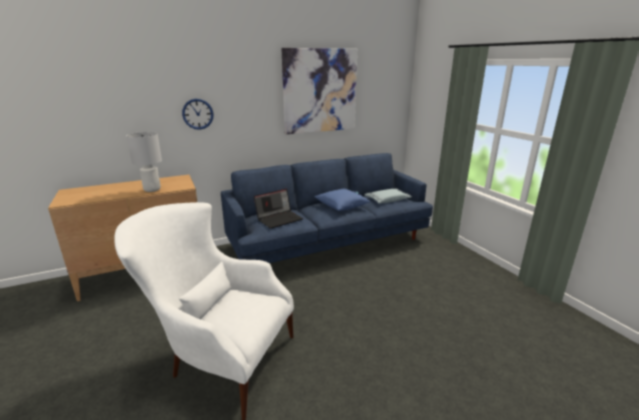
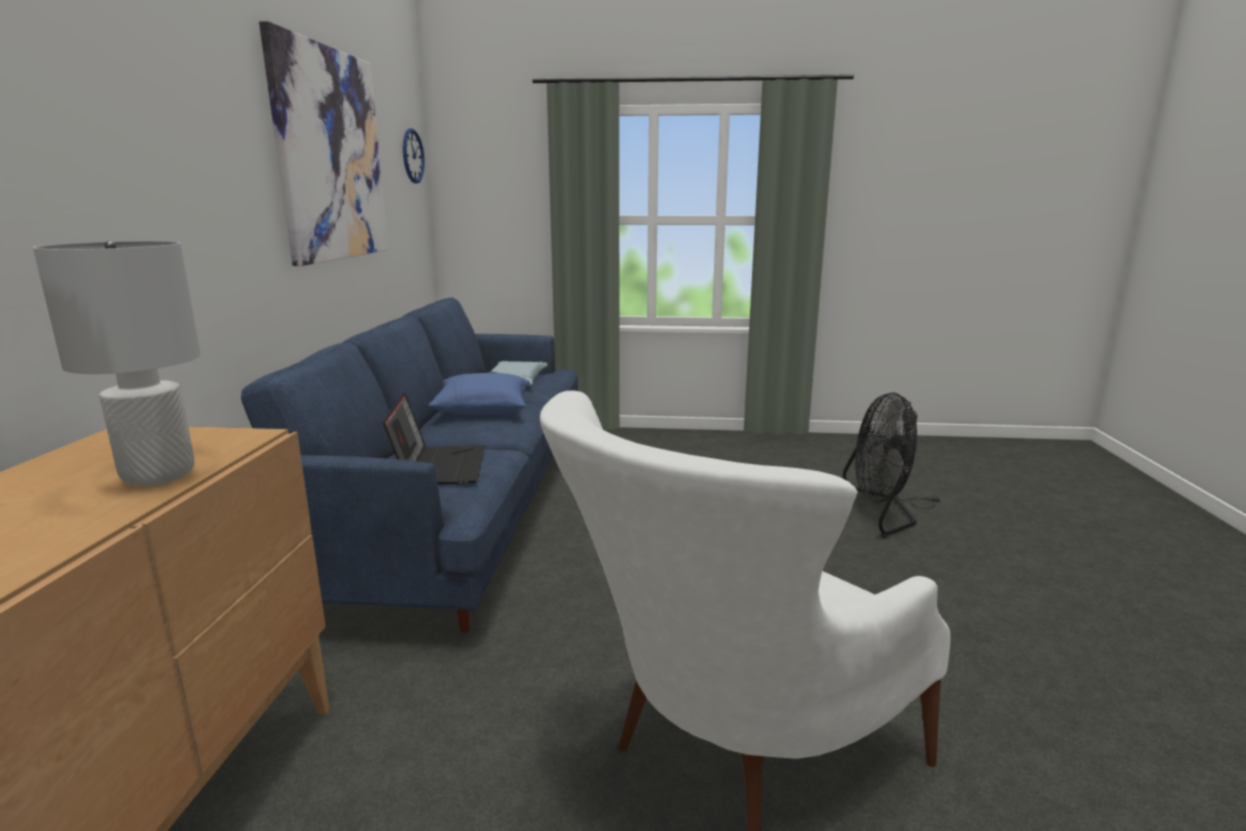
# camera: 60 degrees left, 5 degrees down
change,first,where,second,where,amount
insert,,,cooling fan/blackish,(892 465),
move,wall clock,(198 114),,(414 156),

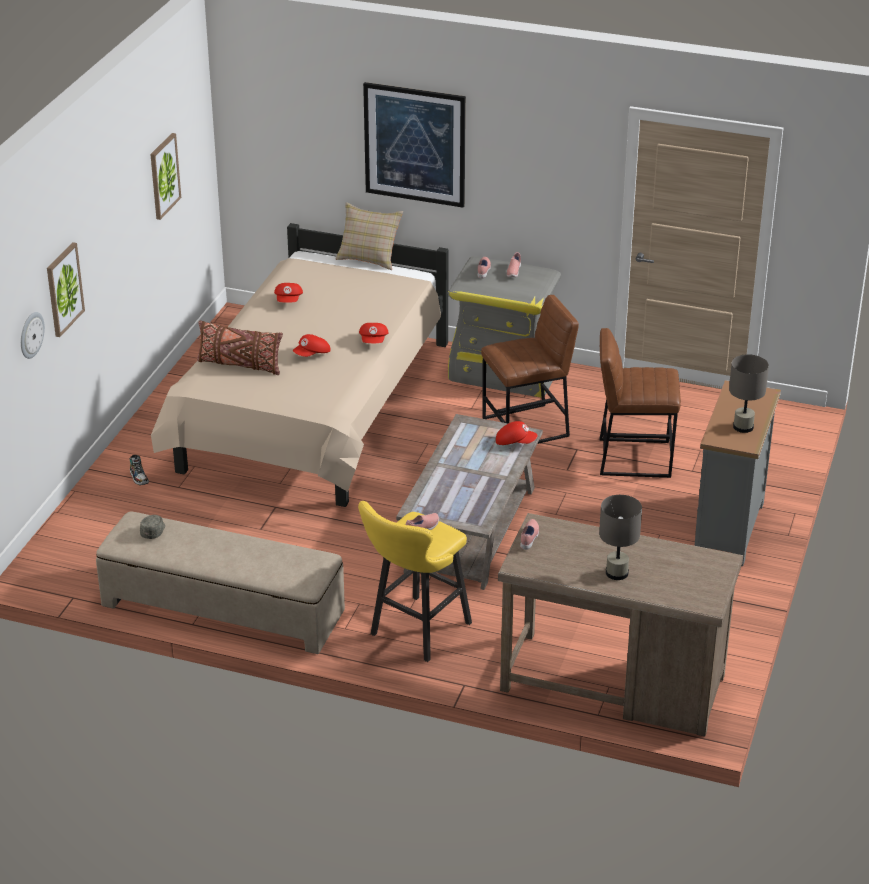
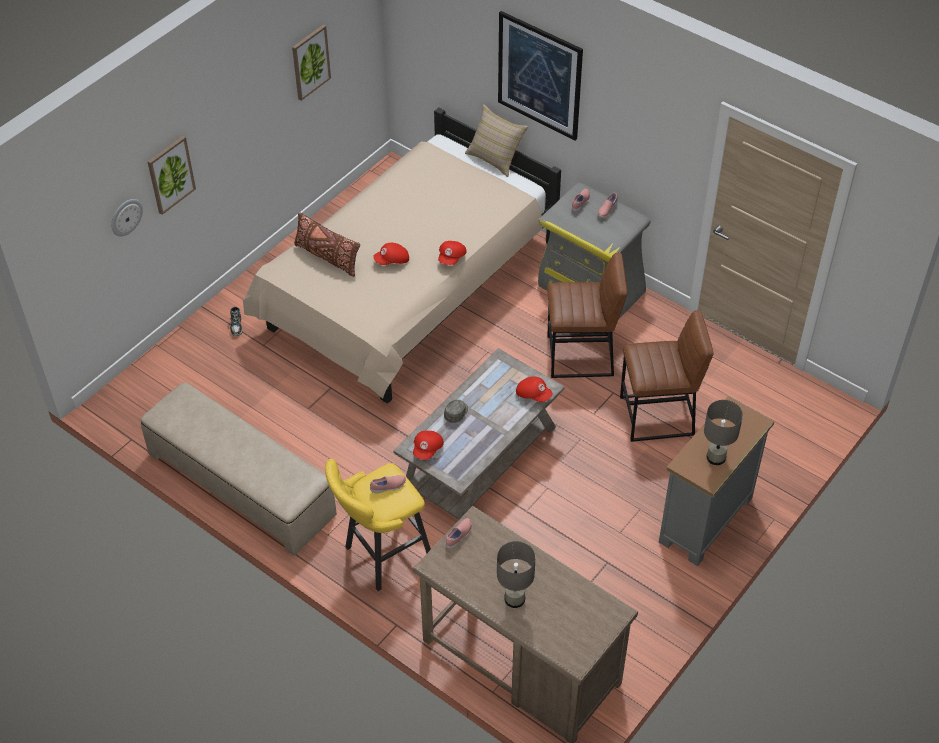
# camera: 20 degrees right, 15 degrees up
change,first,where,second,where,amount
move,cap/gray,(152 527),,(456 411),
move,cap/red,(288 293),,(428 445),
rotate,upright chair/brown,(640 403),,(667 376),150 degrees clockwise

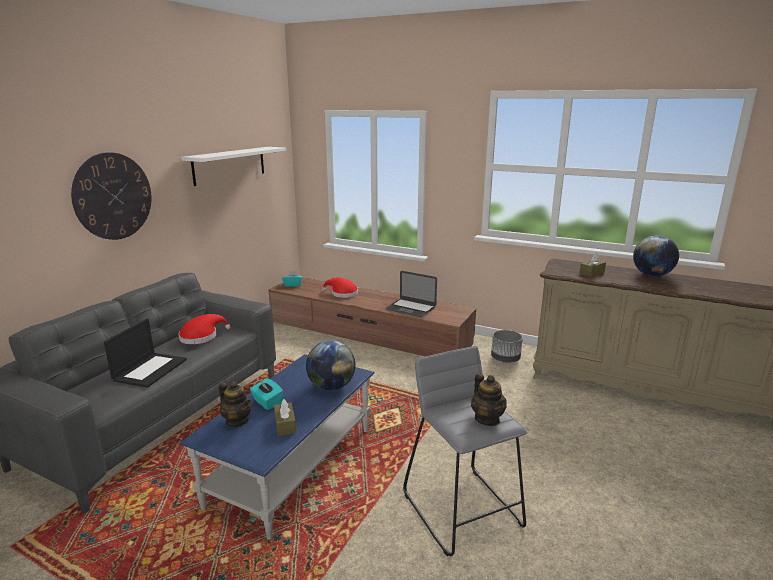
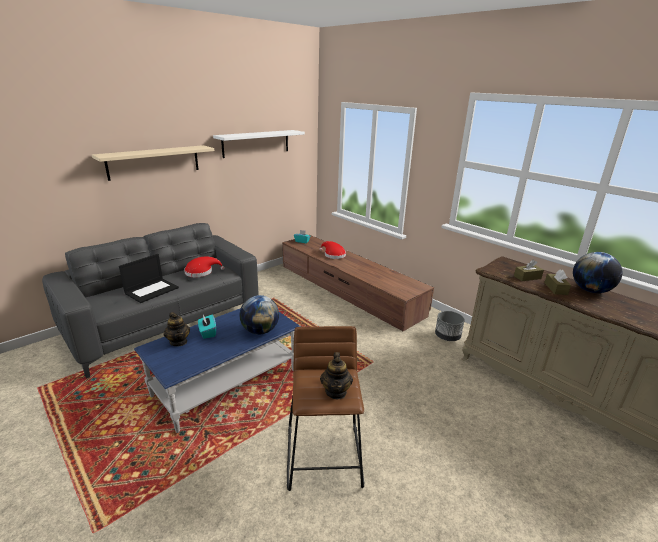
# camera: 20 degrees right, 5 degrees up
change,first,where,second,where,amount
delete,portable computer,(411 294),,,
move,tissue holder/brown,(285 417),,(557 282),
replace,wall clock,(111 196),wall shelf/sand-coloured,(153 163),
recolor,sitting stool/gray,(465 451),sitting stool/brown,(325 408),

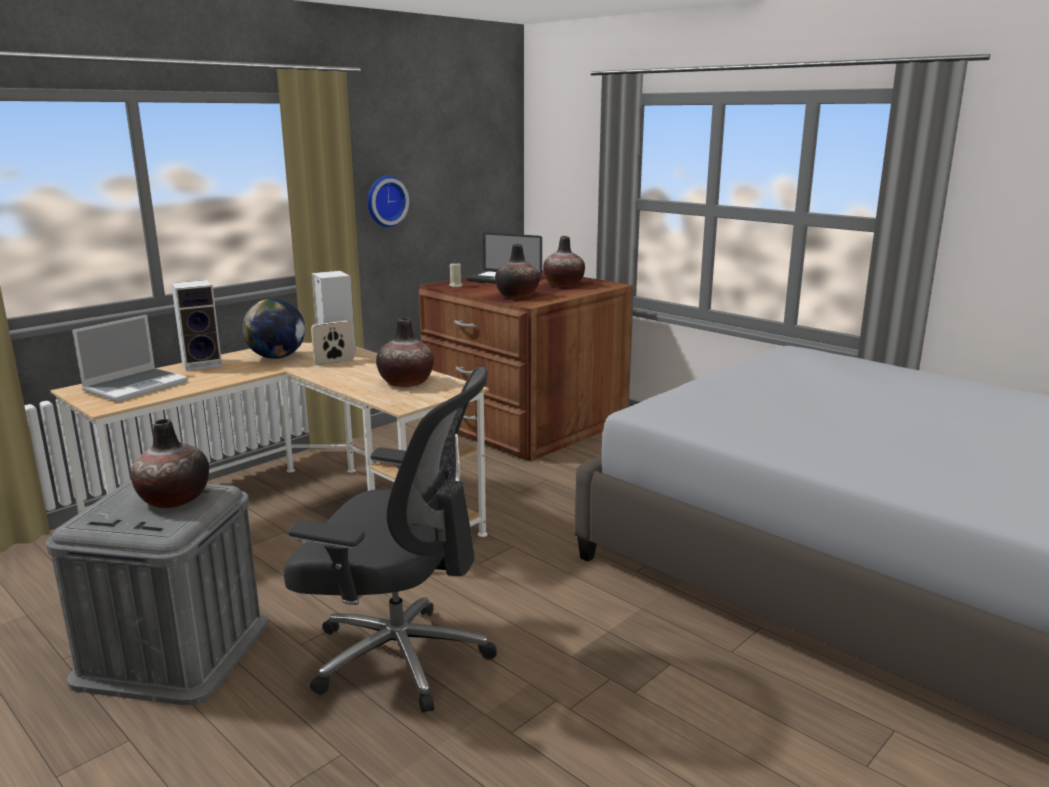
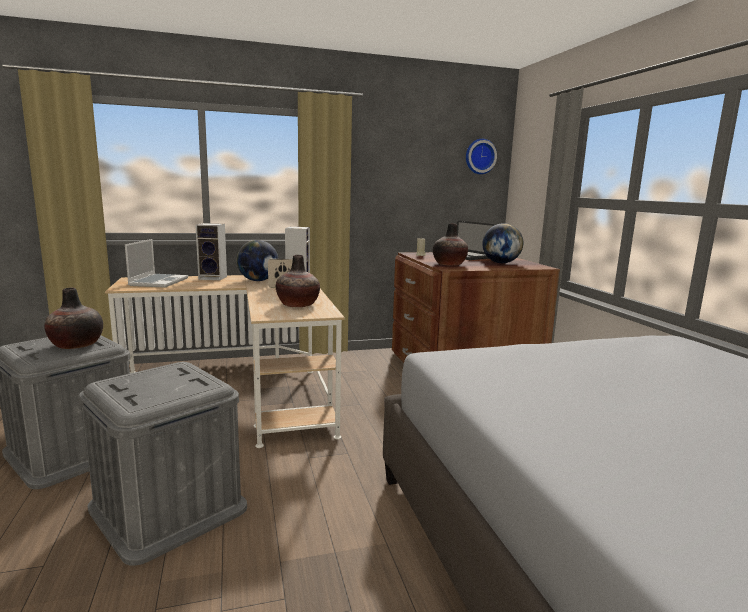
# camera: 30 degrees right, 5 degrees down
change,first,where,second,where,amount
move,wall clock,(388 201),,(481 156),
replace,computer chair,(390 539),storage container/gray,(162 464),
replace,decorative vase,(564 261),globe,(502 243),
rotate,portable computer,(130 358),,(156 263),60 degrees counterclockwise

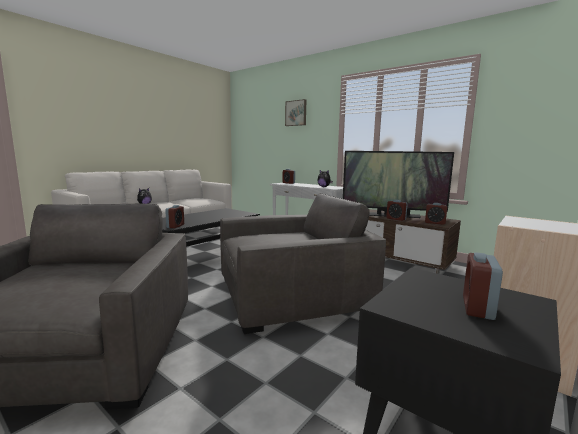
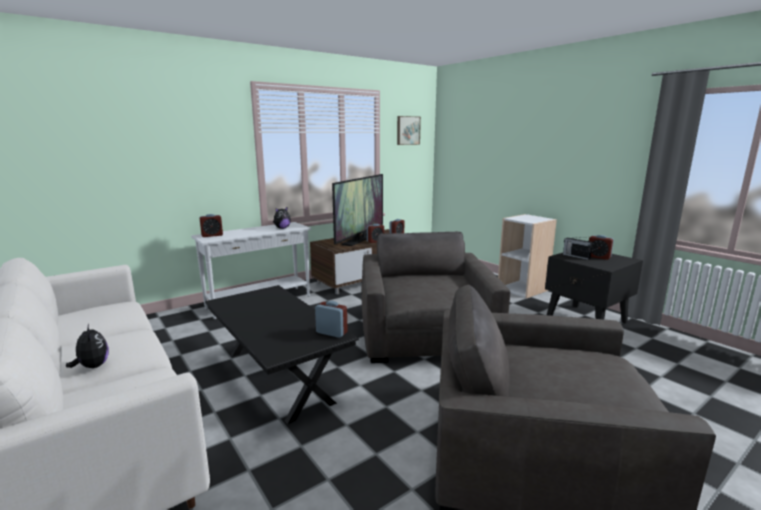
# camera: 75 degrees left, 5 degrees up
change,first,where,second,where,amount
insert,,,radio,(578 248),
move,wall picture,(295 112),,(409 130),

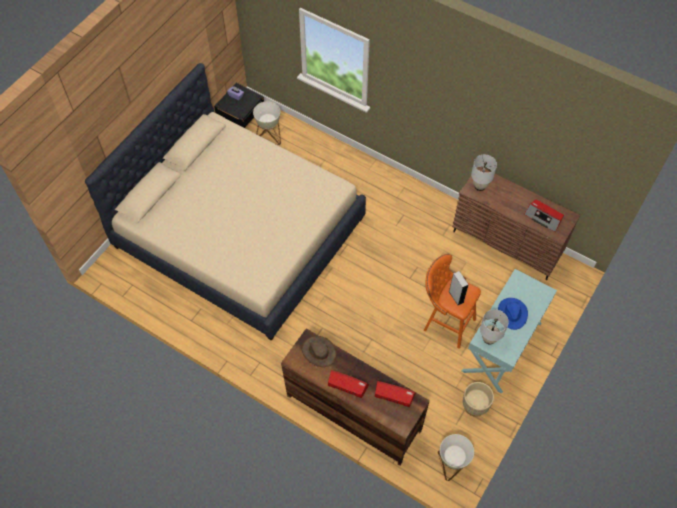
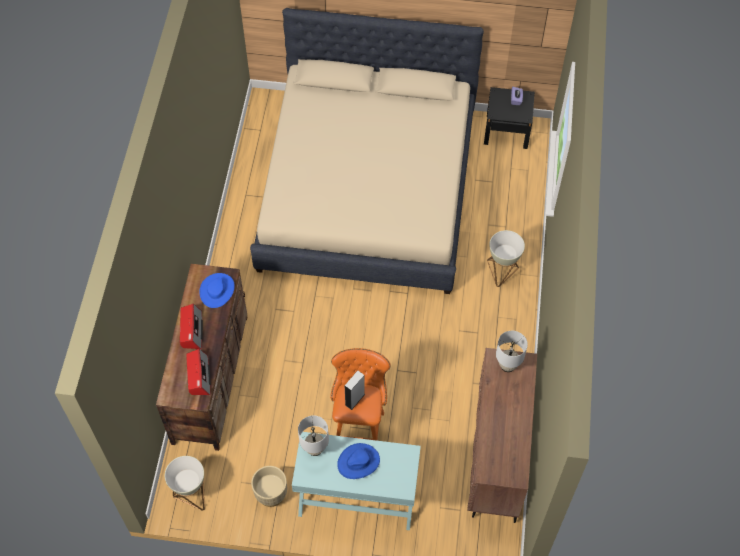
# camera: 65 degrees right, 0 degrees up
change,first,where,second,where,amount
delete,radio,(544 215),,,
move,planter,(267 123),,(506 258),
recolor,hat/brown,(319 351),hat/bluish,(217 290),

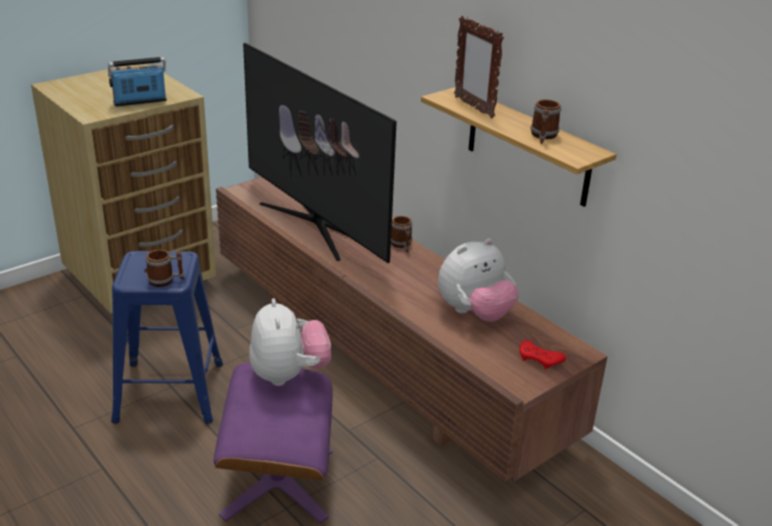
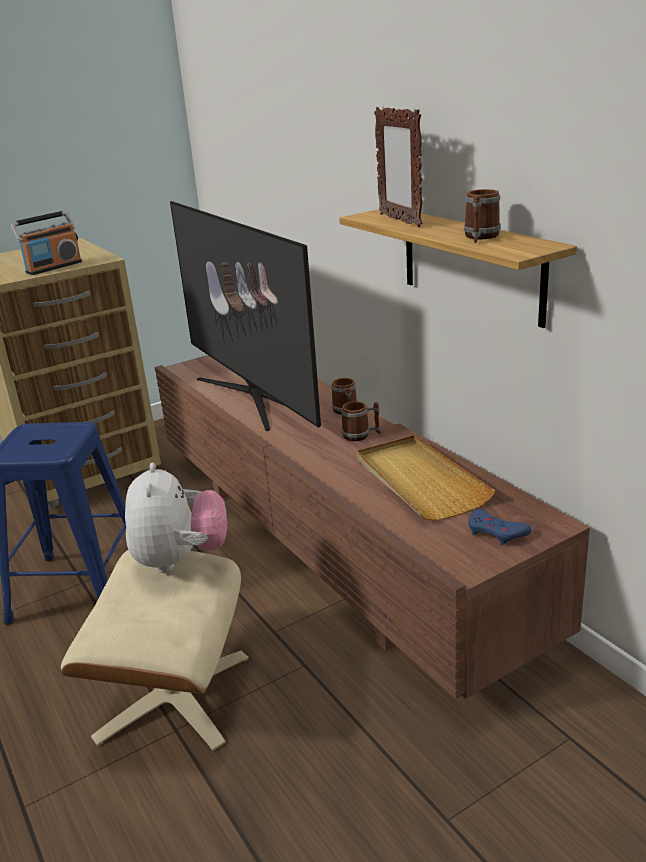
# camera: 10 degrees right, 5 degrees down
change,first,where,second,where,amount
move,tea mug,(165 268),,(361 421),
replace,cuddly toy,(478 280),serving tray/sand-coloured,(426 478),
recolor,pouffe/purple,(273 442),pouffe/sand-coloured,(155 650),
recolor,game controller/red,(542 355),game controller/bluish,(499 527),
rotate,radio,(137 82),,(46 242),150 degrees clockwise

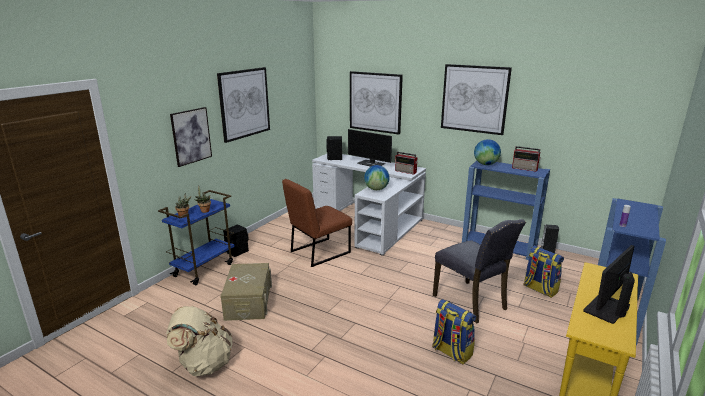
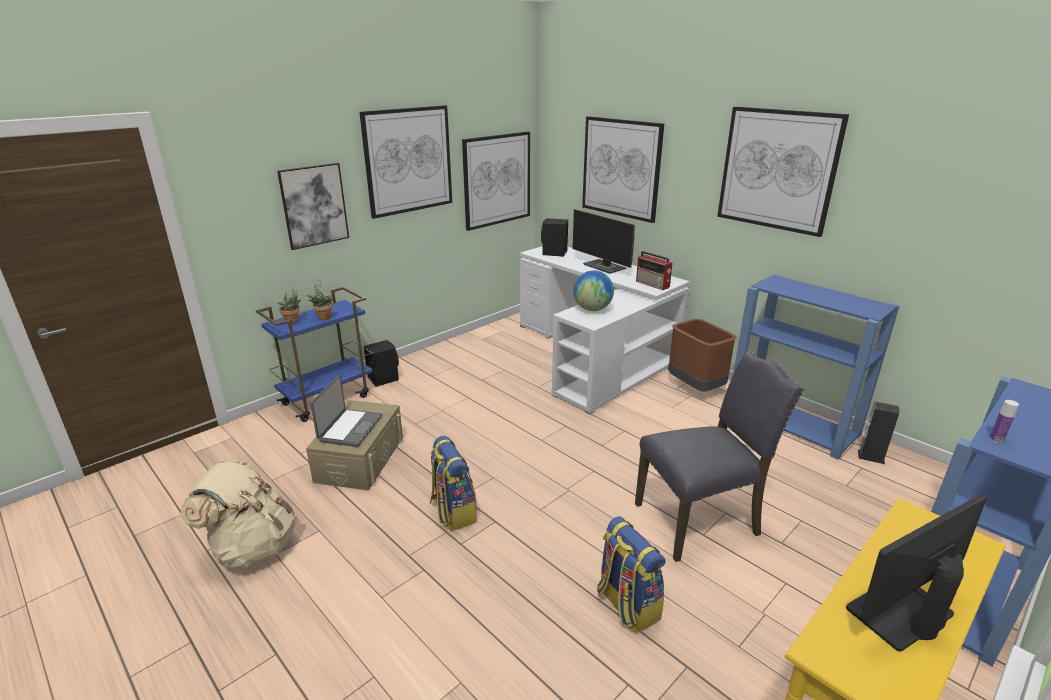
# camera: 15 degrees right, 5 degrees up
change,first,where,second,where,amount
delete,upright chair/brown,(317 223),,,
delete,globe,(487 152),,,
delete,radio,(526 159),,,
insert,,,portable computer,(346 411),
insert,,,wall picture,(496 181),
insert,,,waste bin/brown,(702 355),
move,backpack,(543 272),,(453 483),
rotate,upright chair/gray,(479 271),,(719 456),90 degrees counterclockwise

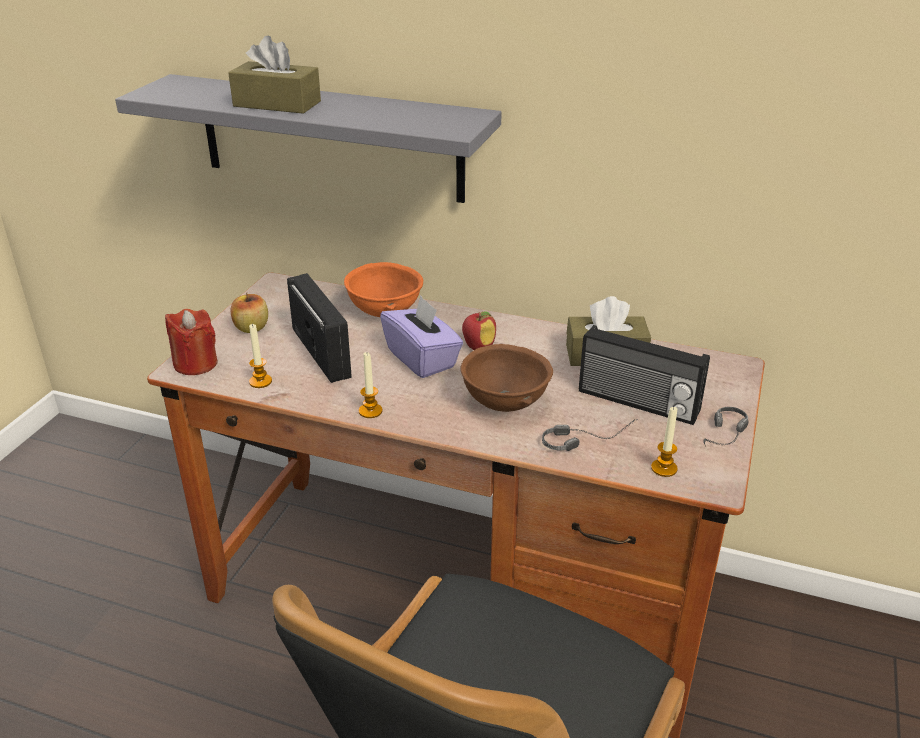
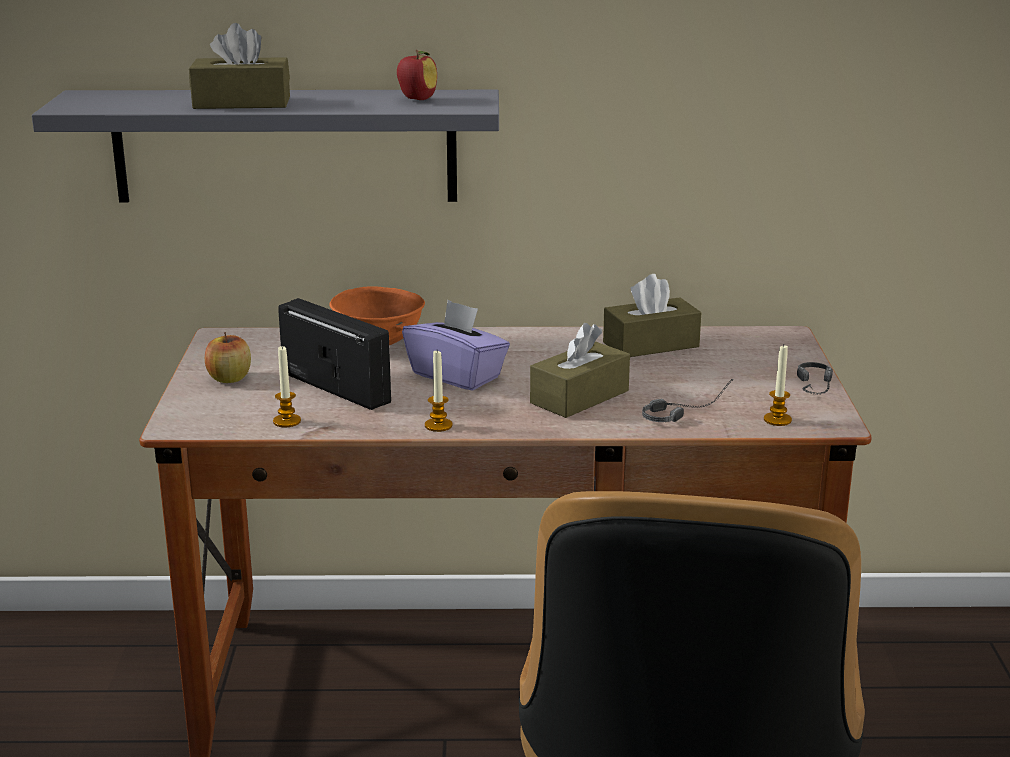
# camera: 20 degrees left, 10 degrees down
change,first,where,second,where,amount
delete,wax candle/red,(191 342),,,
delete,radio,(644 375),,,
move,whole apple,(479 330),,(417 75),
replace,serving bowl/brown,(506 378),tissue holder/brown,(580 370),

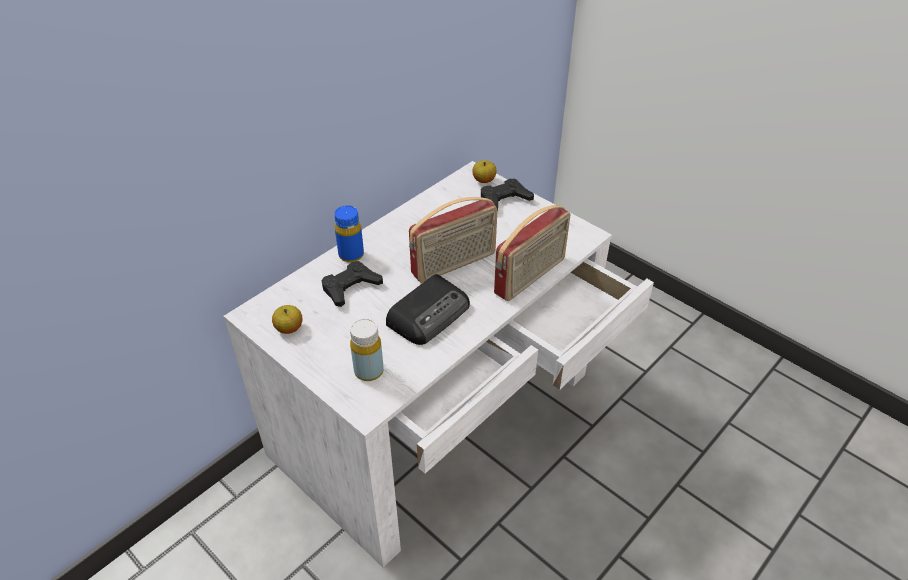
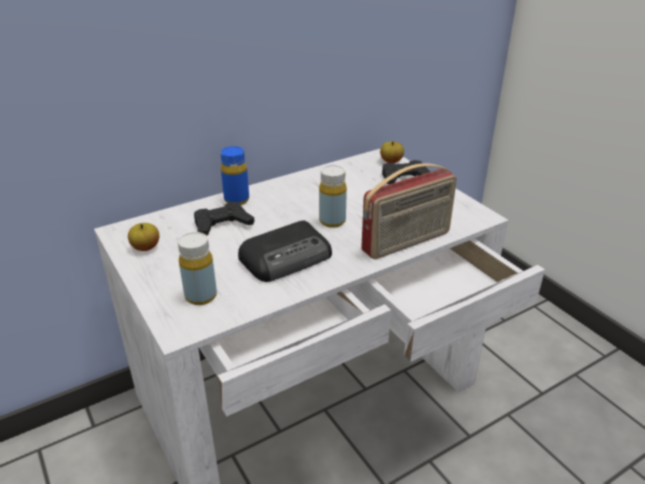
# camera: 15 degrees right, 10 degrees down
change,first,where,second,where,amount
replace,radio,(453 240),bottle/yellowish,(333 196),

